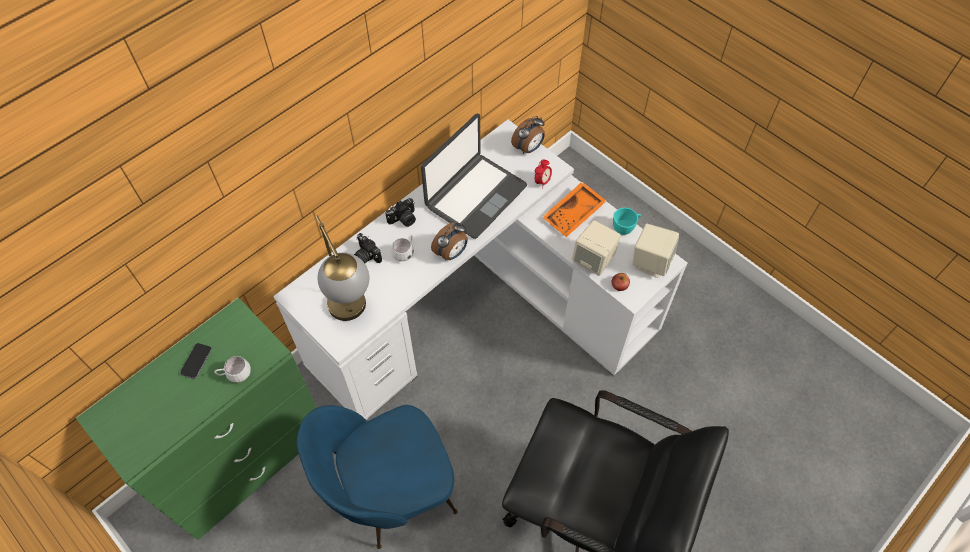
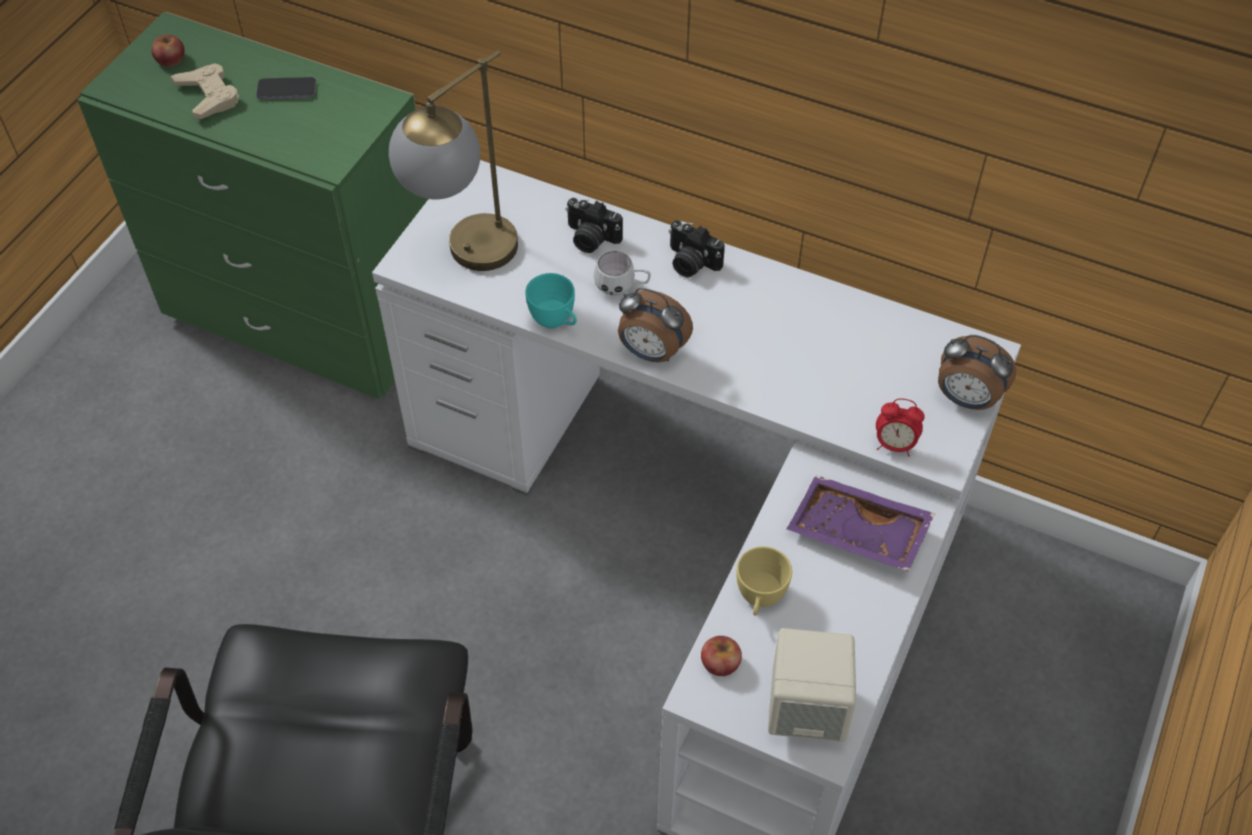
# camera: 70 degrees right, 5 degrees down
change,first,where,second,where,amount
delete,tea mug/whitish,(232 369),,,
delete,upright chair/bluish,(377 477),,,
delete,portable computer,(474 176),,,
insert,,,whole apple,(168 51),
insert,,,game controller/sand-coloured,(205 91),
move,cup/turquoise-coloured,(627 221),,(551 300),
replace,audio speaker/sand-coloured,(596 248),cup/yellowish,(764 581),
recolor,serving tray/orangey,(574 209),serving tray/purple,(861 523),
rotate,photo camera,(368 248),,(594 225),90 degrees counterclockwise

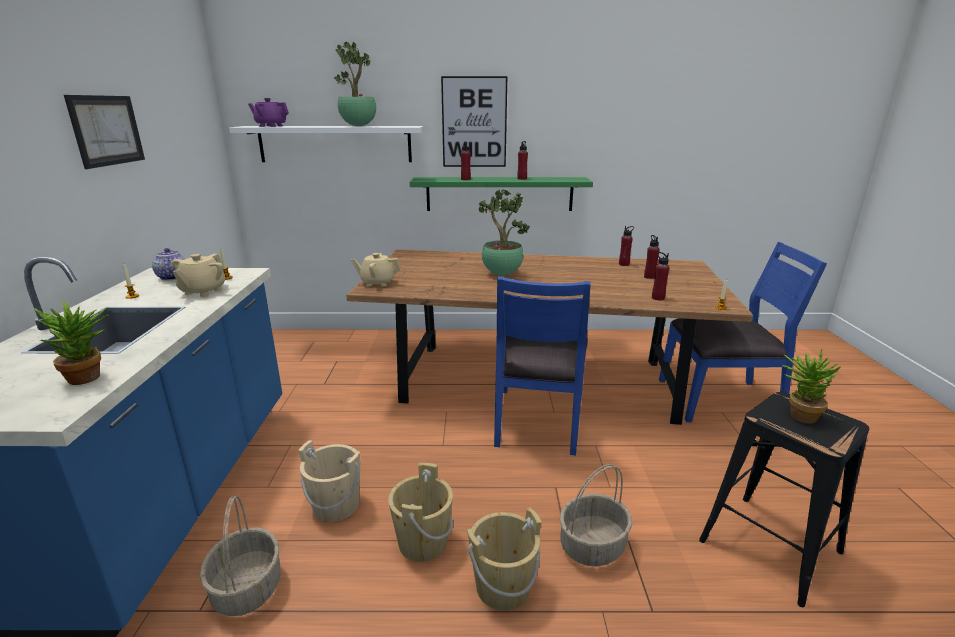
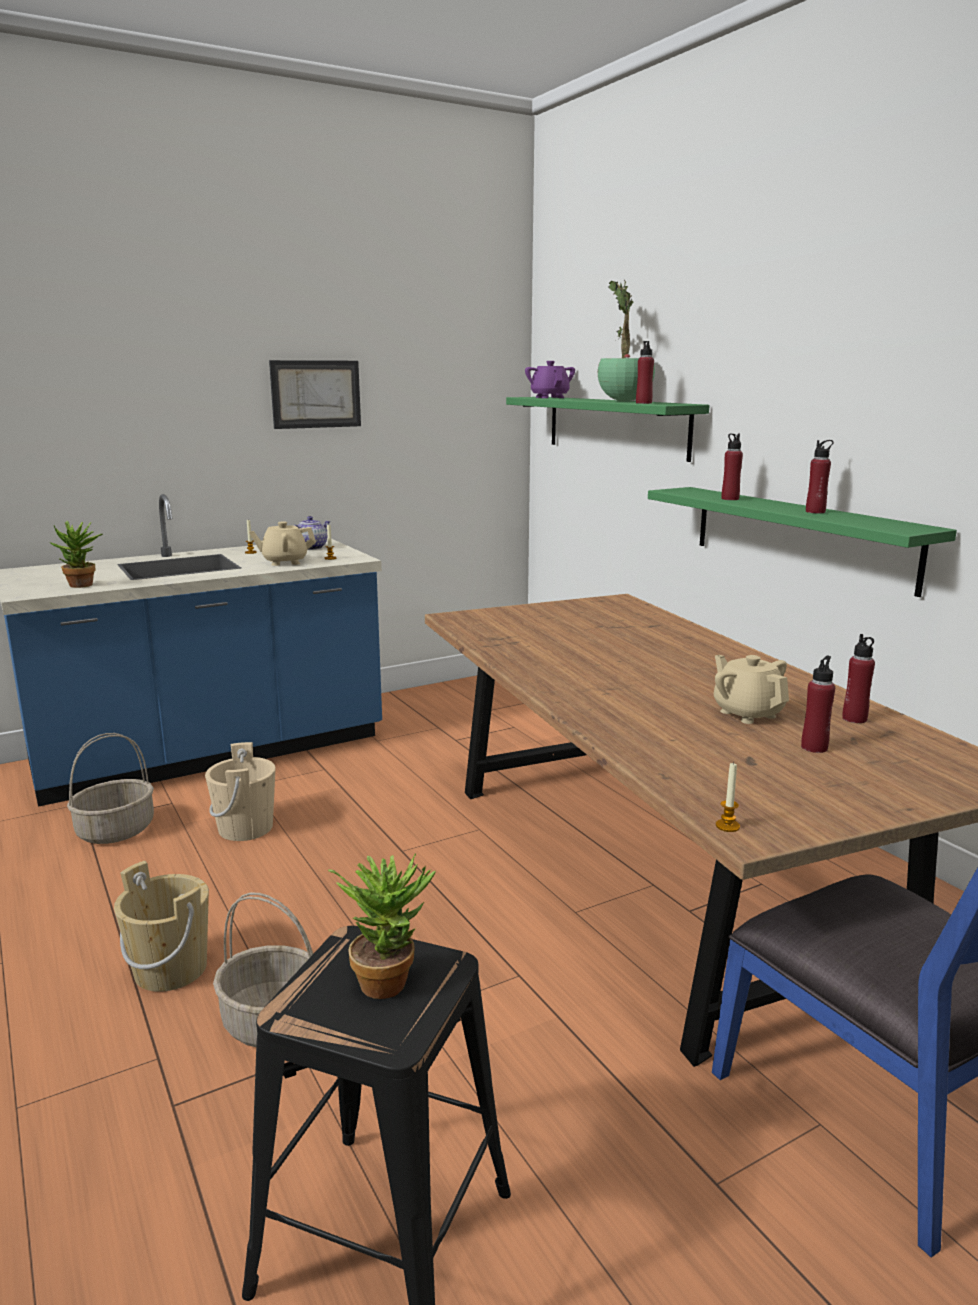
# camera: 60 degrees right, 5 degrees down
change,first,where,second,where,amount
delete,water bucket/sand-coloured,(420 512),,,
delete,wall picture,(474 121),,,
delete,houseplant,(504 232),,,
delete,upright chair/bluish,(542 366),,,
move,tea pot/sand-coloured,(376 270),,(751 689),
move,bottle/red,(660 276),,(645 372),
recolor,wall shelf/whitish,(326 144),wall shelf/green,(607 429),

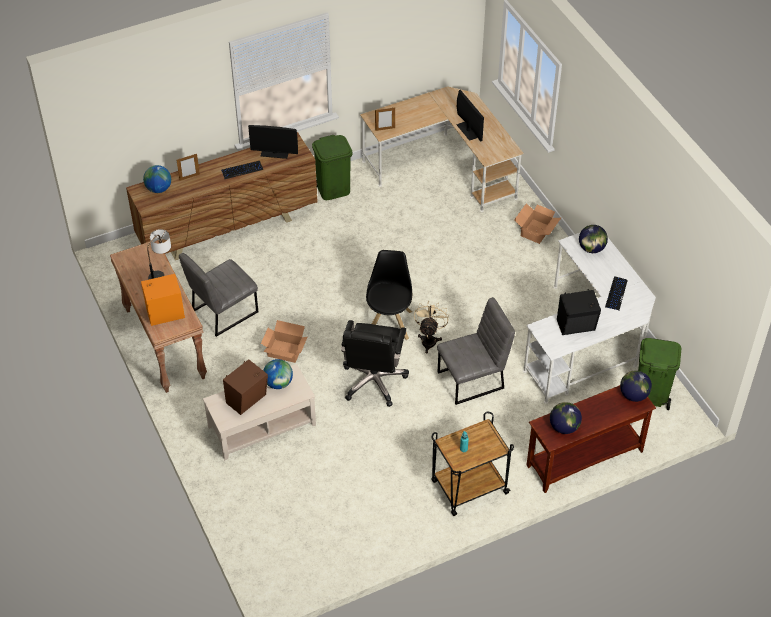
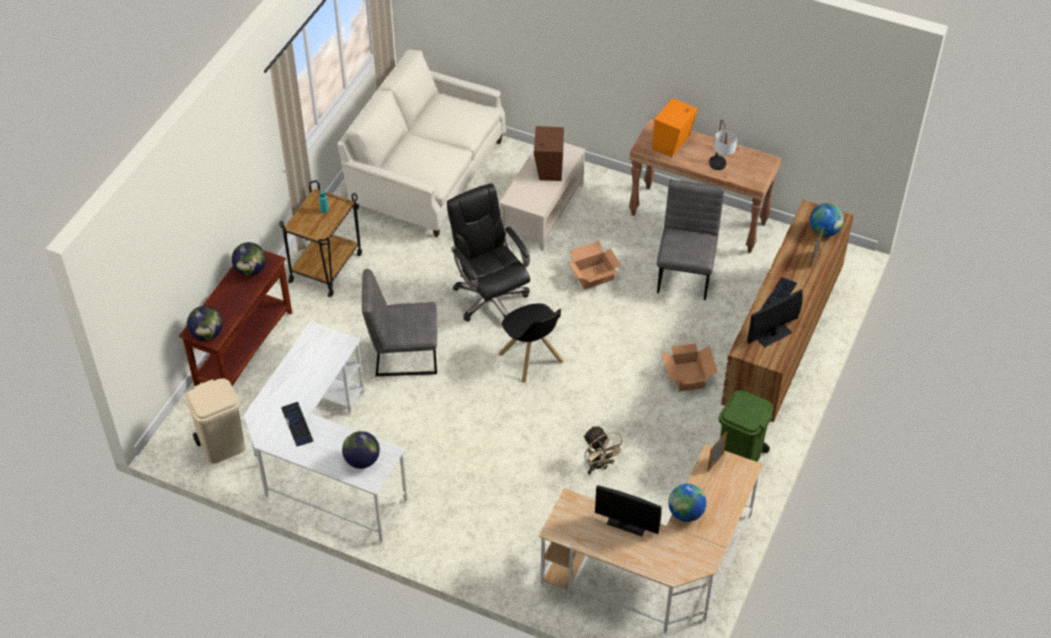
# camera: 140 degrees right, 0 degrees up
change,first,where,second,where,amount
delete,audio speaker/blackish,(579 312),,,
insert,,,couch/whitish,(421 143),
move,globe,(278 374),,(687 503),
move,cooling fan/sand-coloured,(431 327),,(605 450),
move,carton,(537 223),,(689 367),
recolor,waste bin/green,(659 374),waste bin/sand-coloured,(214 421),
rotate,upright chair/gray,(476 351),,(399 322),60 degrees clockwise

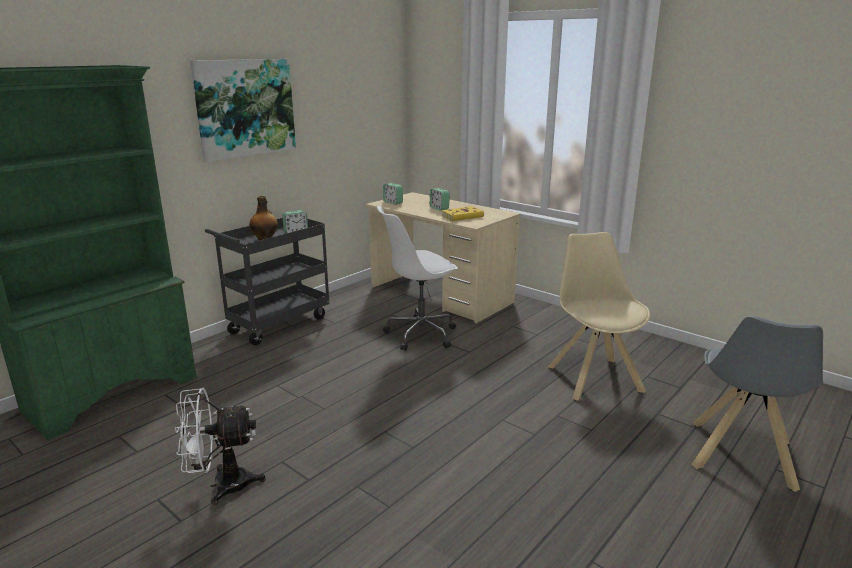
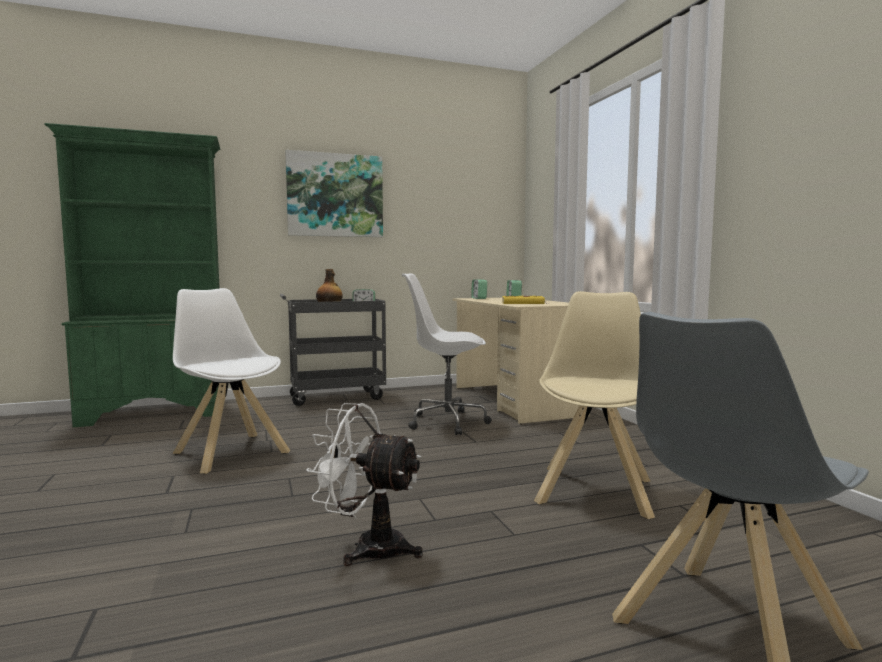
# camera: 30 degrees right, 15 degrees down
change,first,where,second,where,amount
insert,,,upright chair/whitish,(231 381),
move,cooling fan/whitish,(220 446),,(364 484),

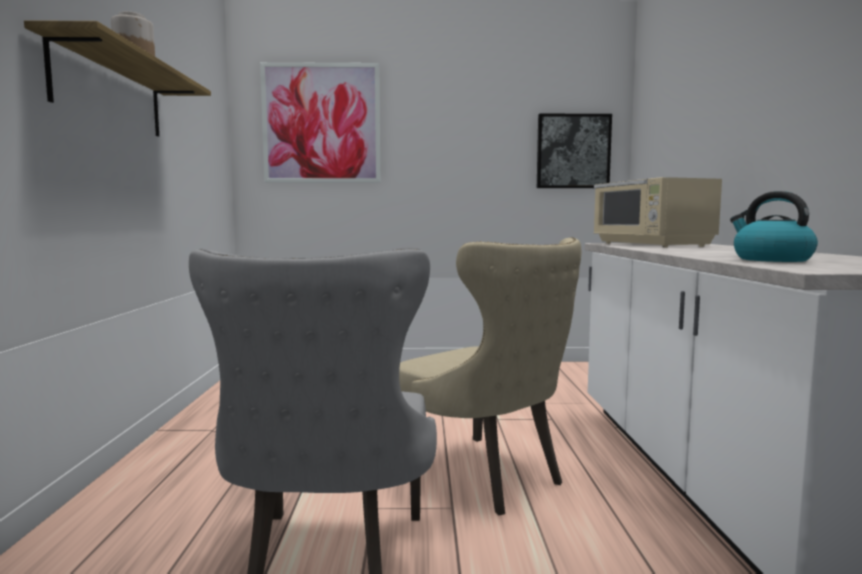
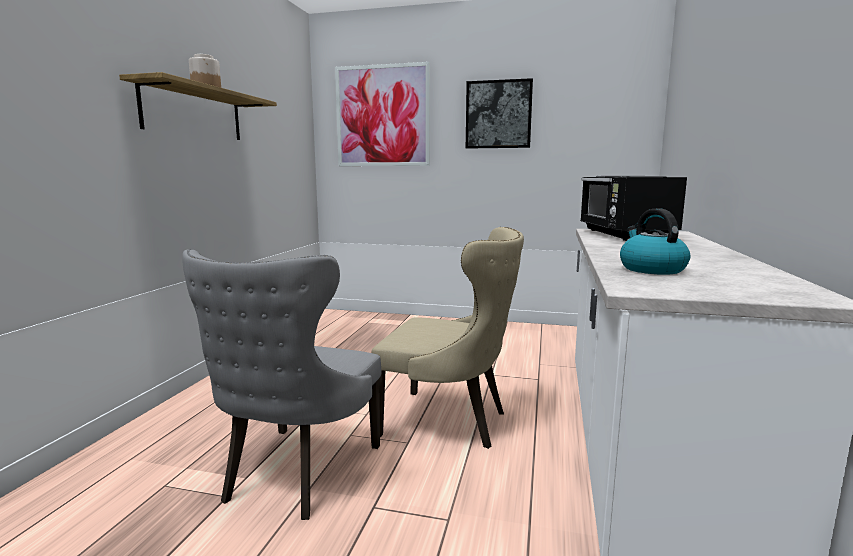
# camera: 15 degrees right, 5 degrees up
change,first,where,second,where,amount
move,wall picture,(574 151),,(499 113),
recolor,kitchen microwave/sand-coloured,(657 212),kitchen microwave/blackish,(633 208),
rotate,upright chair/sand-coloured,(490 376),,(448 338),45 degrees counterclockwise

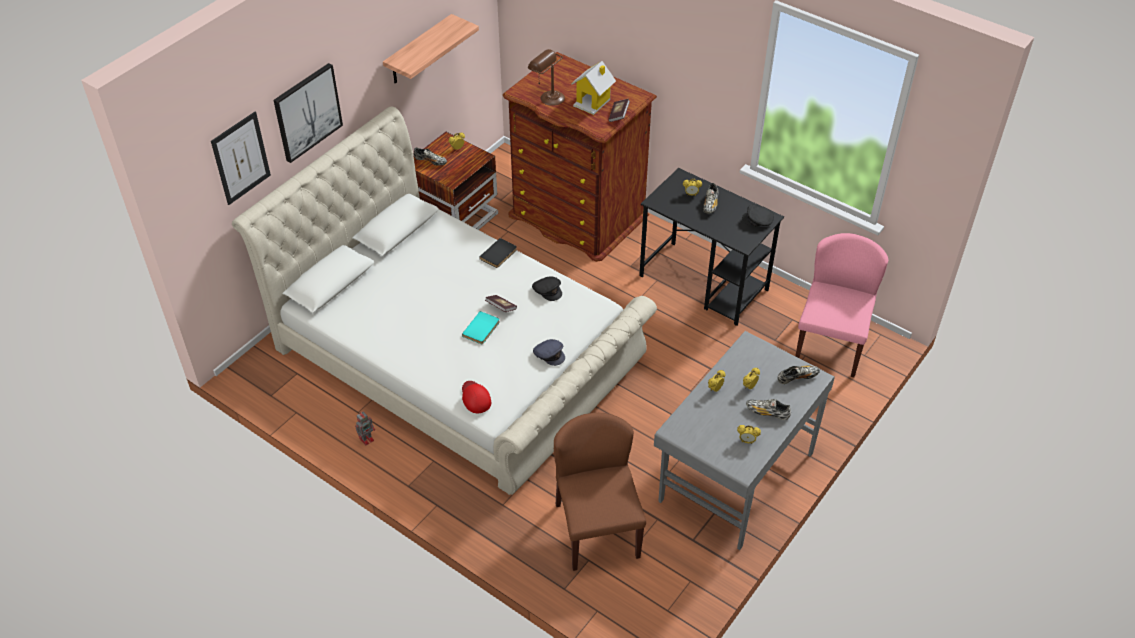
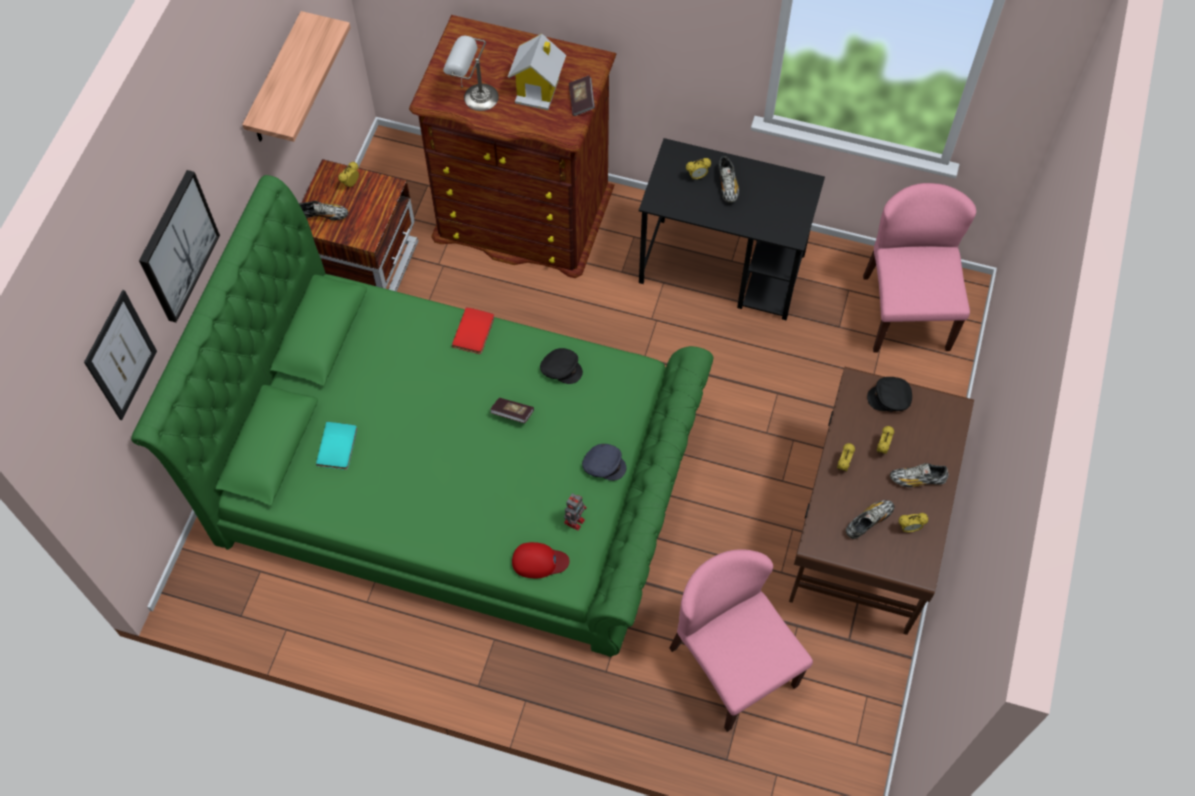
# camera: 20 degrees left, 15 degrees up
change,first,where,second,where,amount
move,robot figure,(365 428),,(575 512),
move,bound book/turquoise-coloured,(481 327),,(336 446),
move,cap/blackish,(758 215),,(889 394),
move,low shoe,(798 374),,(870 519),
recolor,sleeping bed/sand-coloured,(444 300),sleeping bed/green,(422 416),
recolor,bound book/blackish,(498 253),bound book/red,(473 330),
recolor,tabletop lamp/brown,(546 77),tabletop lamp/whitish,(471 73),
recolor,upright chair/brown,(600 492),upright chair/pink,(741 640),
recolor,desk/gray,(744 440),desk/brown,(881 501),
rotate,cap/red,(476 397),,(541 560),135 degrees clockwise

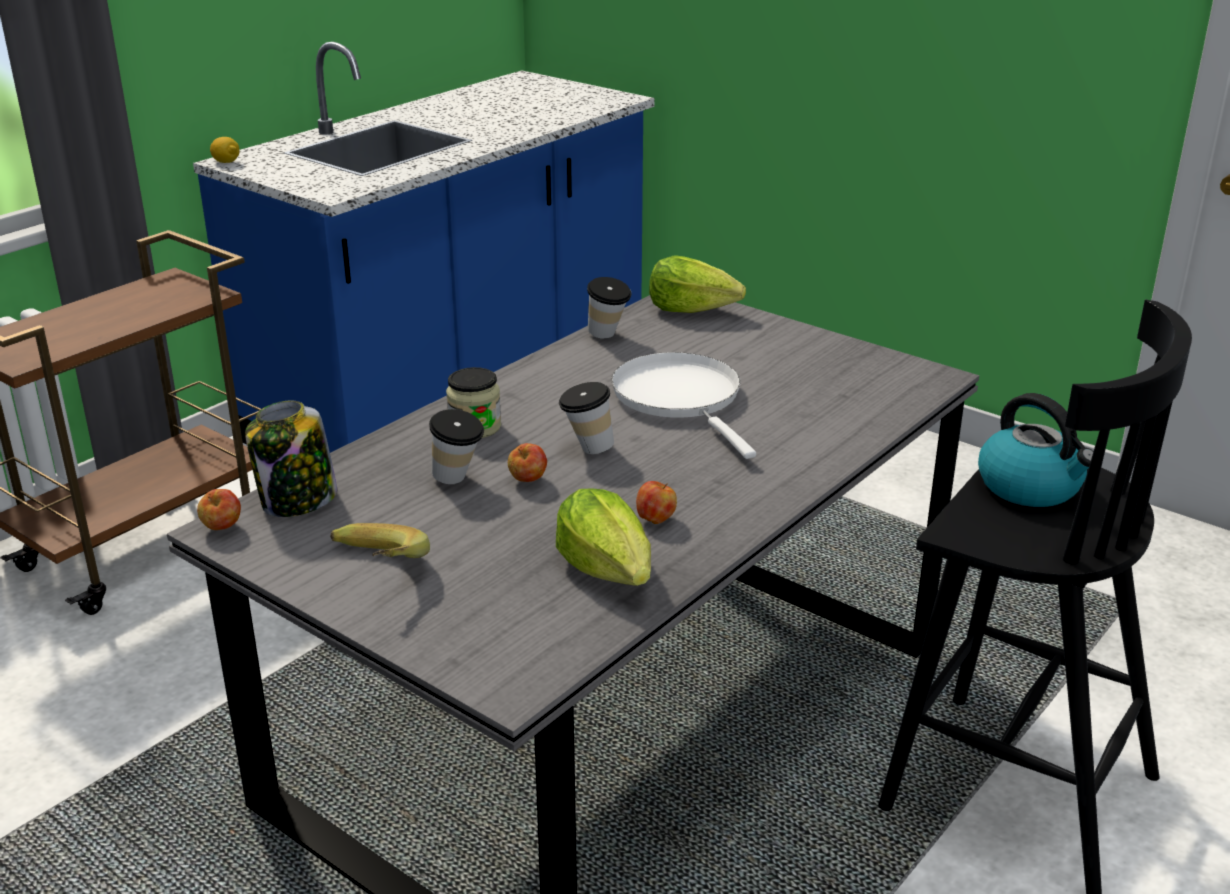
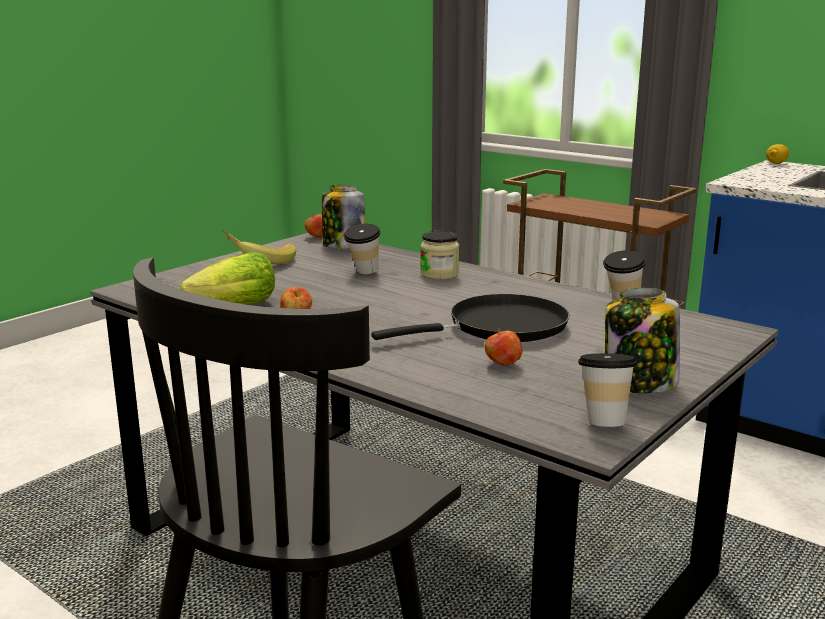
# camera: 90 degrees right, 10 degrees down
change,first,where,second,where,amount
delete,head of lettuce,(697 284),,,
delete,water kettle,(1036 450),,,
insert,,,storage jar,(642 340),
move,whole apple,(527 462),,(503 347),
move,cup,(586 418),,(607 390),
recolor,frying pan/whitish,(683 405),frying pan/blackish,(470 318),

